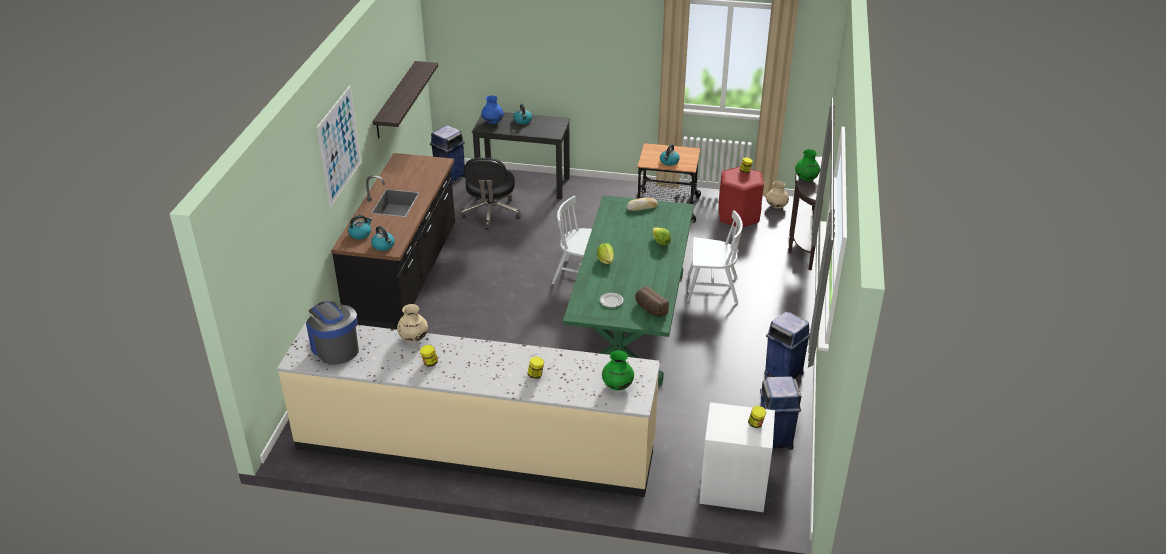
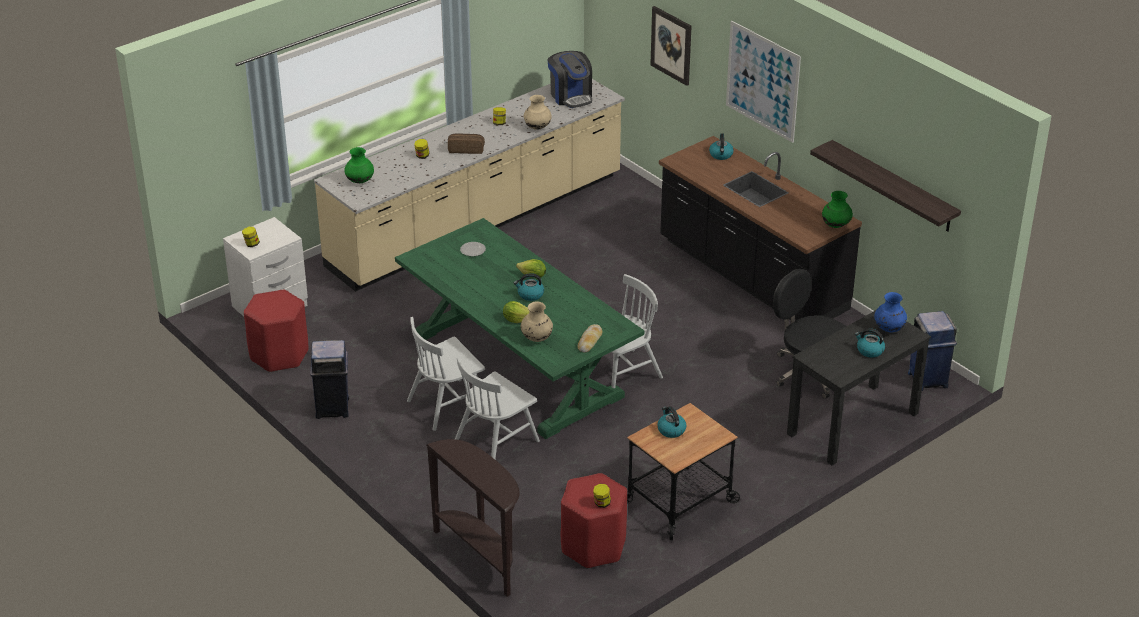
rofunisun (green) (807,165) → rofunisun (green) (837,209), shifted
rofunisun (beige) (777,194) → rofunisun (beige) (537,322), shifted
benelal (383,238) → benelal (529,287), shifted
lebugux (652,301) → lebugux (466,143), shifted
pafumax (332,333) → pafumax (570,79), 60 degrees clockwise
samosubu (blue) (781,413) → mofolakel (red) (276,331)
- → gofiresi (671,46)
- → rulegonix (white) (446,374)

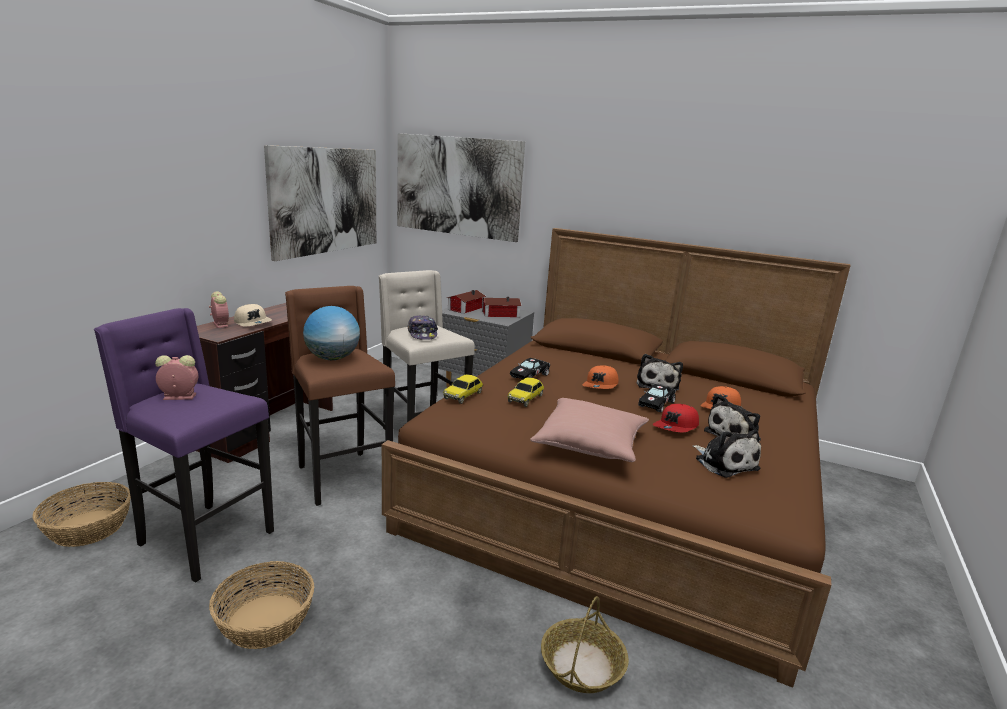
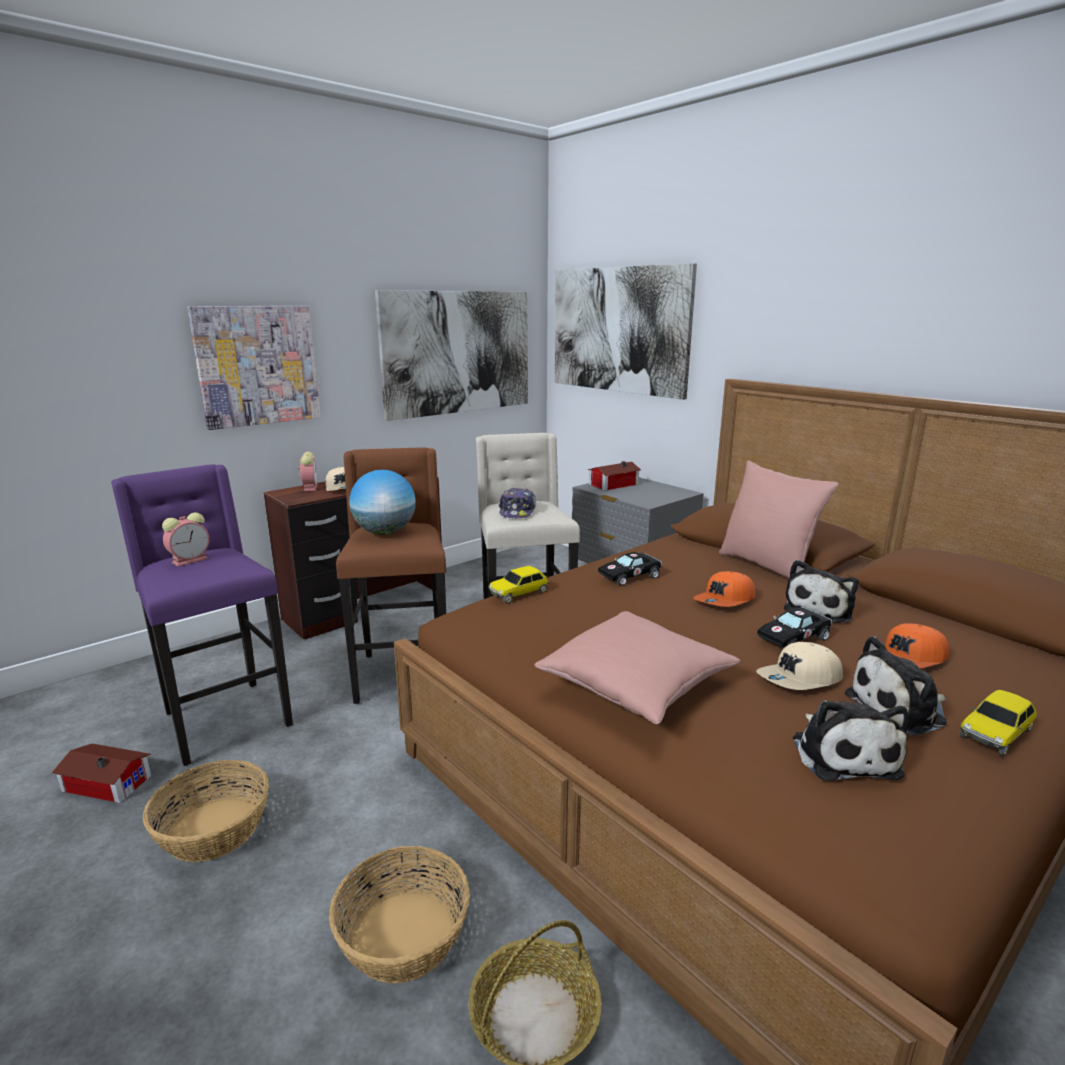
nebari (502,307) → nebari (101,773), shifted
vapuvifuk (176,377) → vapuvifuk (185,539), 120 degrees clockwise
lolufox (526,392) → lolufox (998,723), shifted
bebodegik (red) (676,418) → bebodegik (beige) (799,666)
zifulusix (82,514) → zifulusix (399,915), shifted
- → gofiresi (254,368)
- → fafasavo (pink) (779,519)

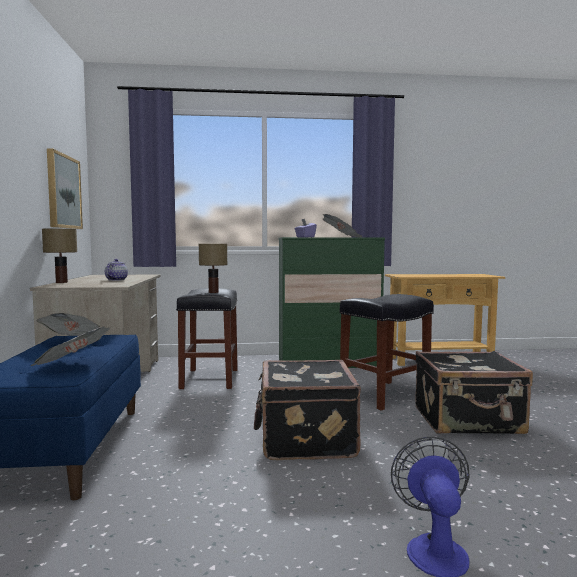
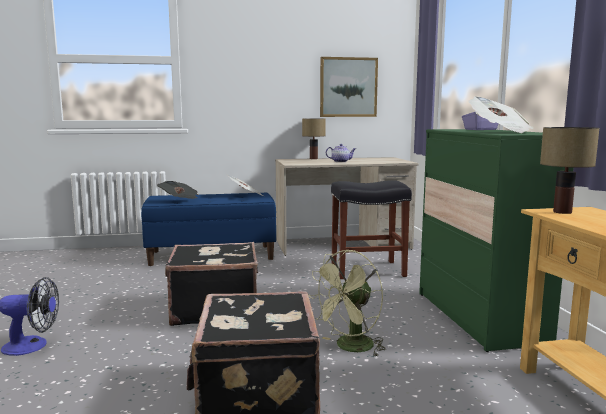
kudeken (213,268) → kudeken (569,170), shifted
mofolakel (black) (387,352) → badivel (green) (347,303)

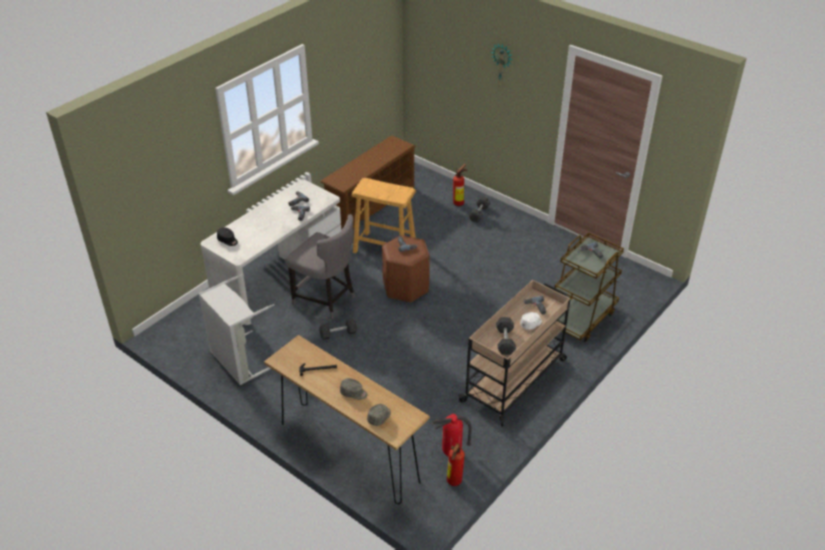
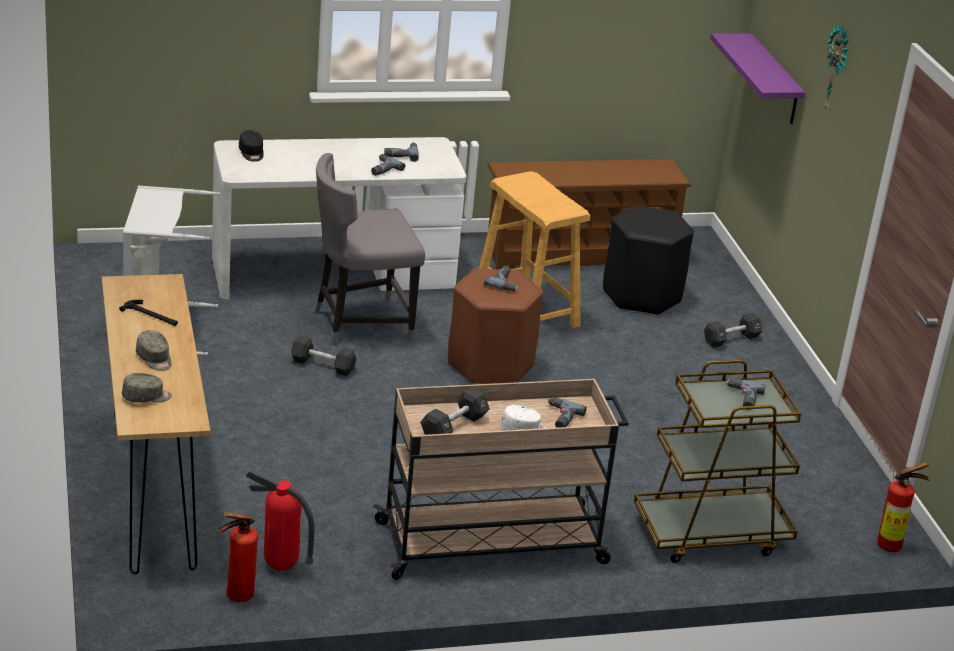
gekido (460,184) → gekido (903,507), shifted
rulegonix (grey) (320,266) → rulegonix (grey) (370,249), 90 degrees clockwise
- → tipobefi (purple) (757,78)
- → mofolakel (black) (648,260)

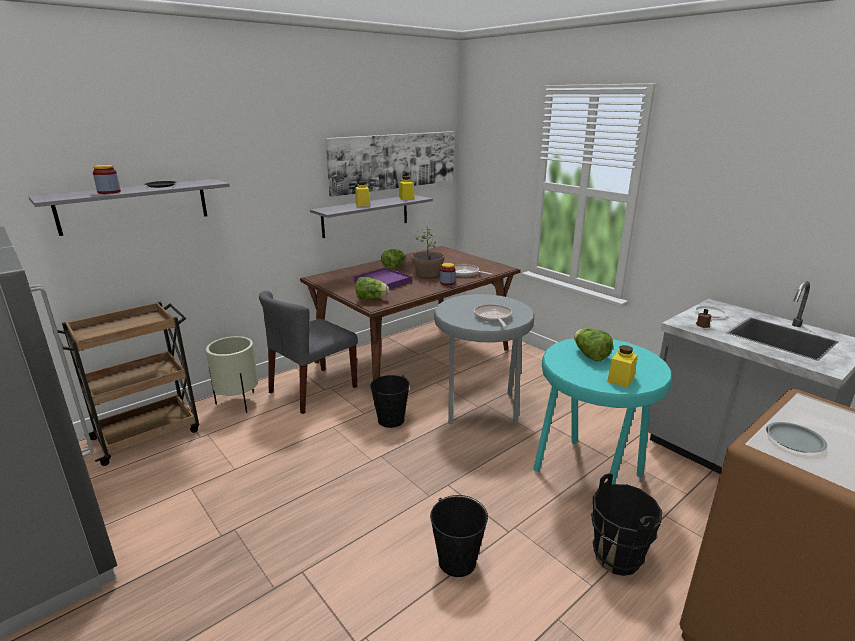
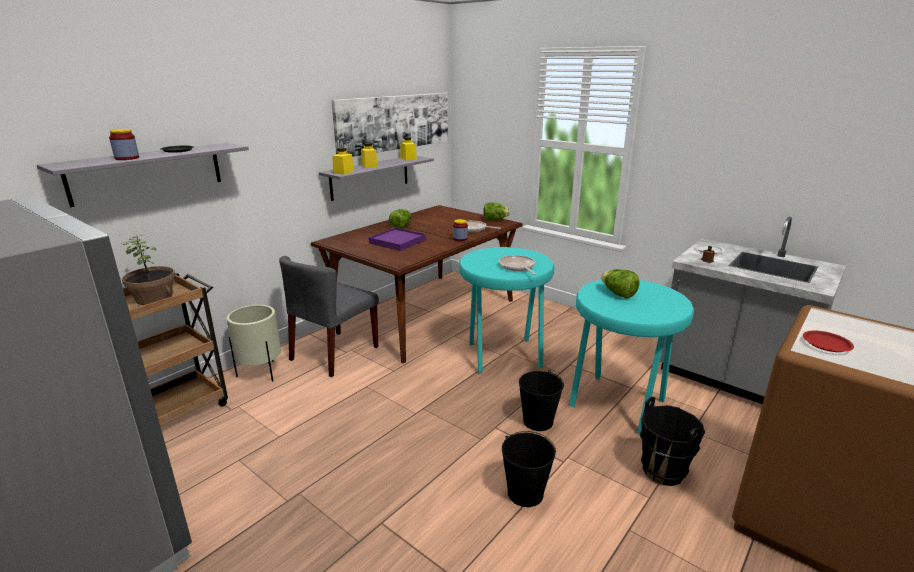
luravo (428,252) → luravo (148,270), shifted
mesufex (372,288) → mesufex (496,211), shifted
mofolakel (grey) (484,359) → mofolakel (turquoise) (506,309)
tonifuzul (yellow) (622,366) → tonifuzul (yellow) (343,161), shifted
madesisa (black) (390,401) → madesisa (black) (541,400), shifted
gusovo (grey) (796,437) → gusovo (red) (828,341)

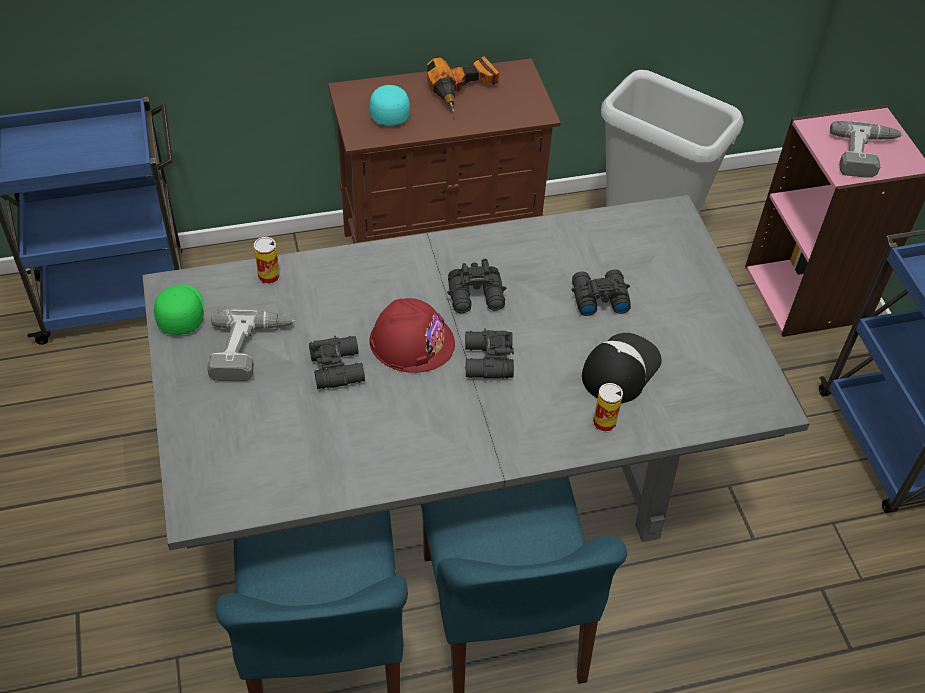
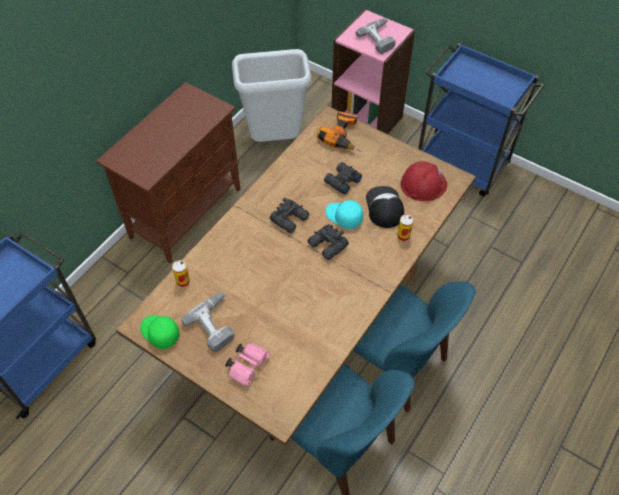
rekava (463,84) → rekava (339,131), shifted
bebodegik (turquoise) (390,105) → bebodegik (turquoise) (344,214), shifted
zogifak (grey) (476,372) → zogifak (brown) (296,276)
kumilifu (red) (412,335) → kumilifu (red) (424,181), shifted
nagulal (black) (337,362) → -
- → nagulal (pink) (247,364)

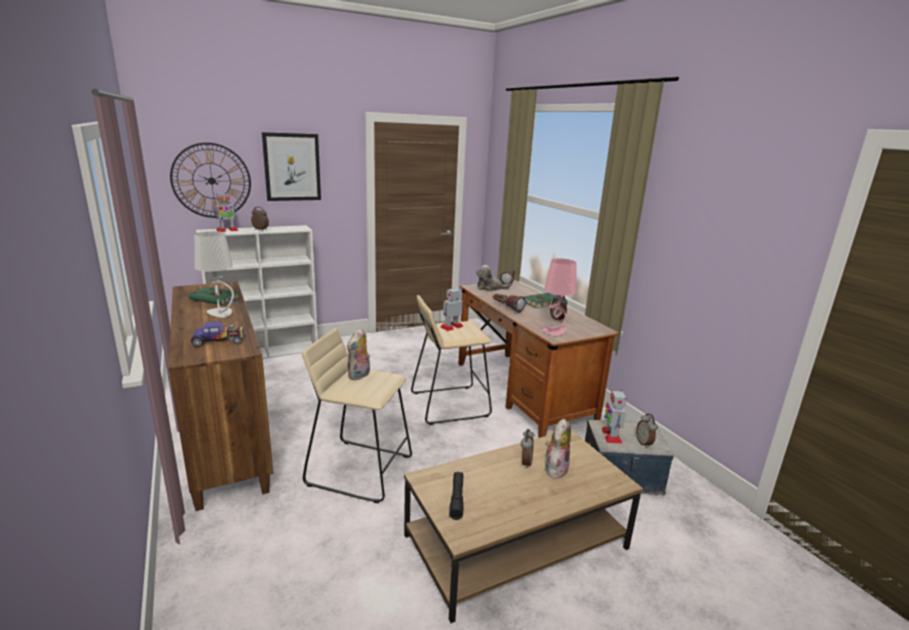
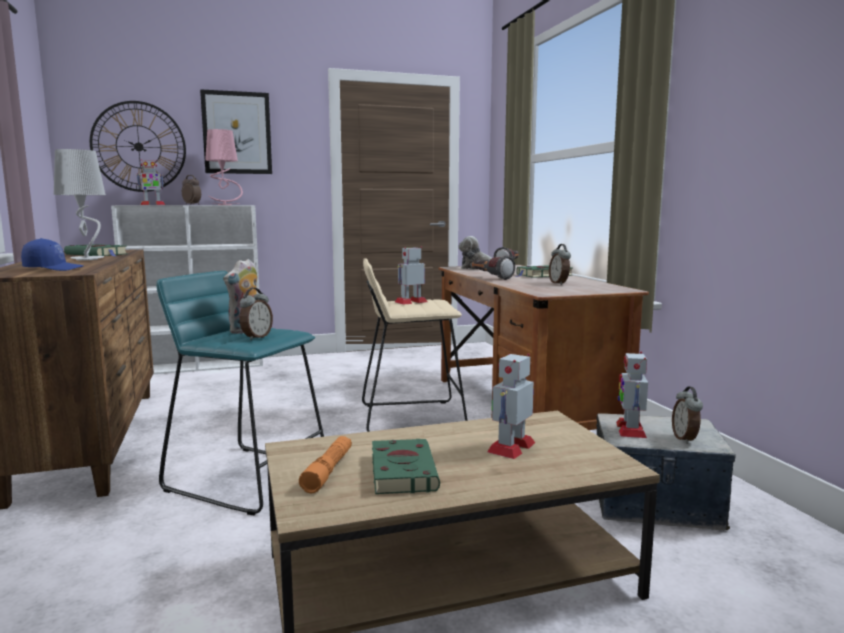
kudeken (pink) (560,297) → kudeken (pink) (224,167), shifted
lolufox (218,334) → bebodegik (blue) (52,254)
mofolakel (beige) (357,415) → mofolakel (turquoise) (240,393)
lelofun (558,448) → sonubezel (511,406)
vapuvifuk (528,449) → vapuvifuk (256,314), shifted
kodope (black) (456,496) → kodope (orange) (325,464)
- → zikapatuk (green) (406,466)

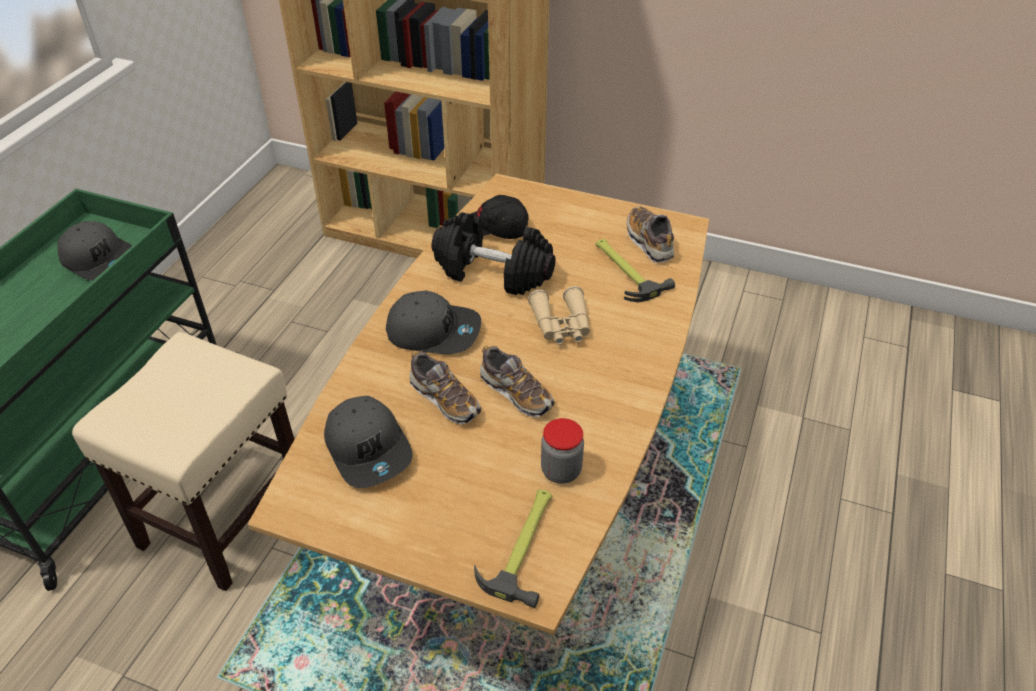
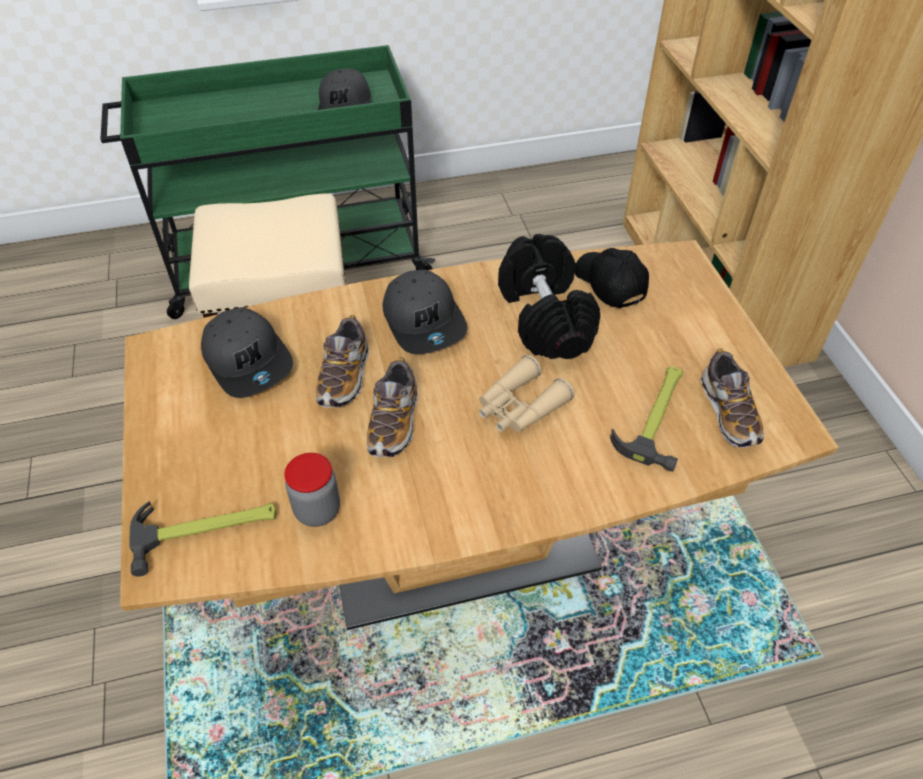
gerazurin (650,234) → gerazurin (732,398), 135 degrees clockwise
bebodegik (grey) (368,442) → bebodegik (grey) (247,352), 60 degrees counterclockwise

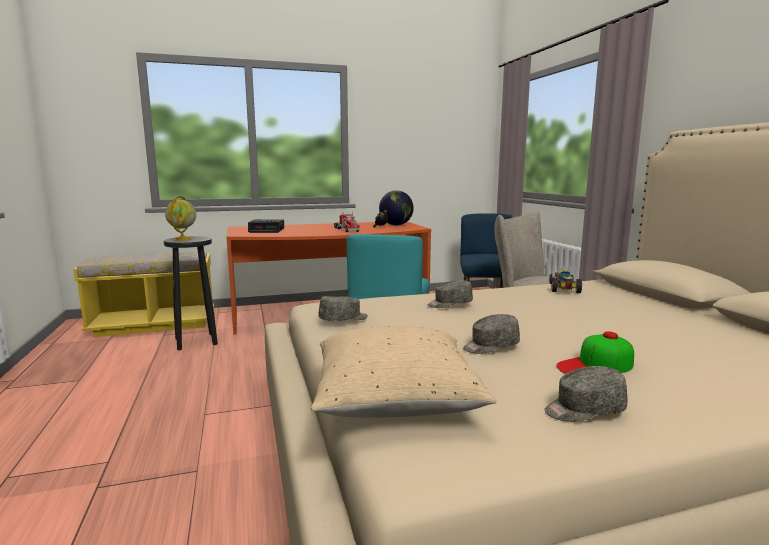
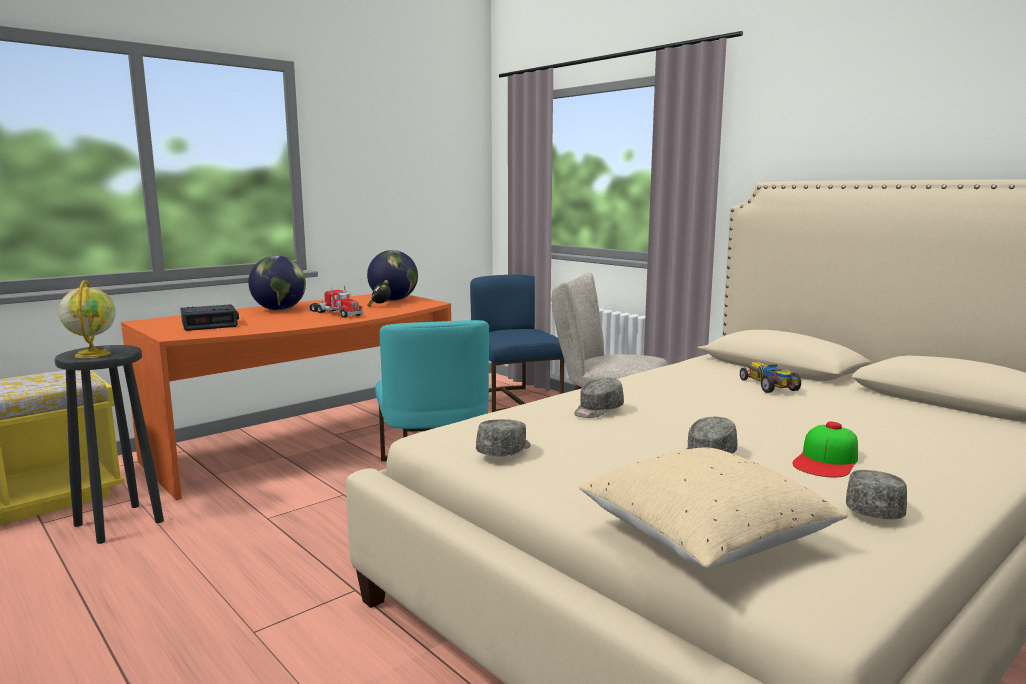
lolufox (565,281) → lolufox (770,377), shifted
bebodegik (grey) (586,394) → bebodegik (grey) (876,494), 150 degrees clockwise
- → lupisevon (277,283)

